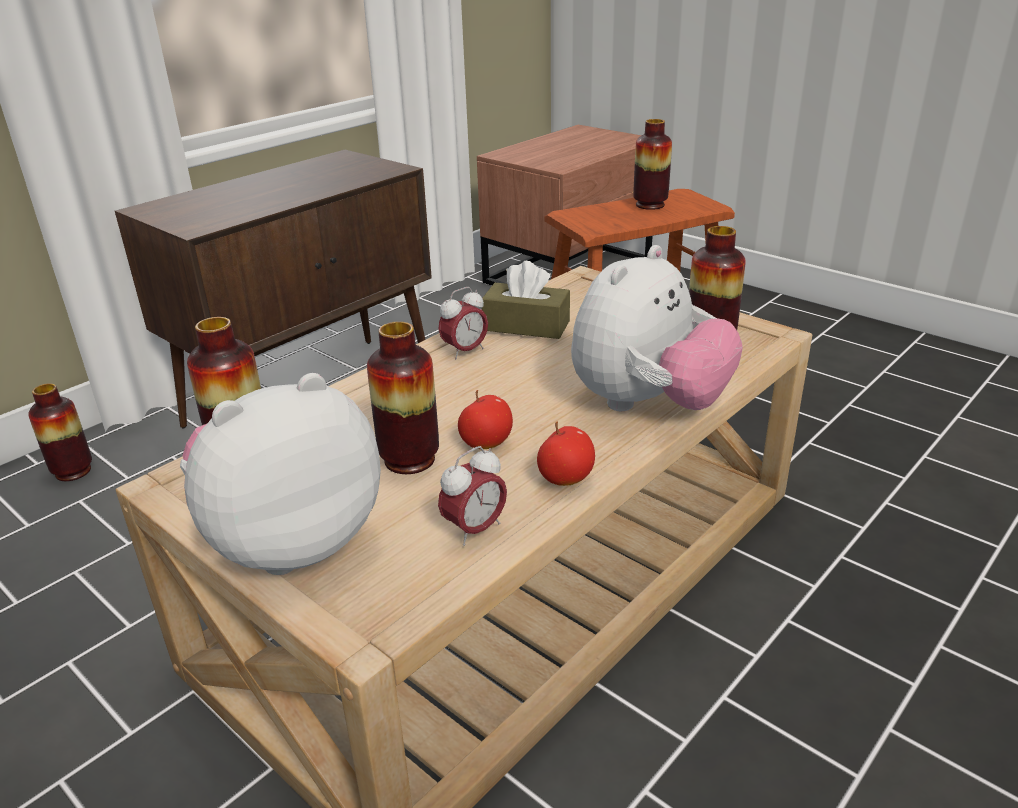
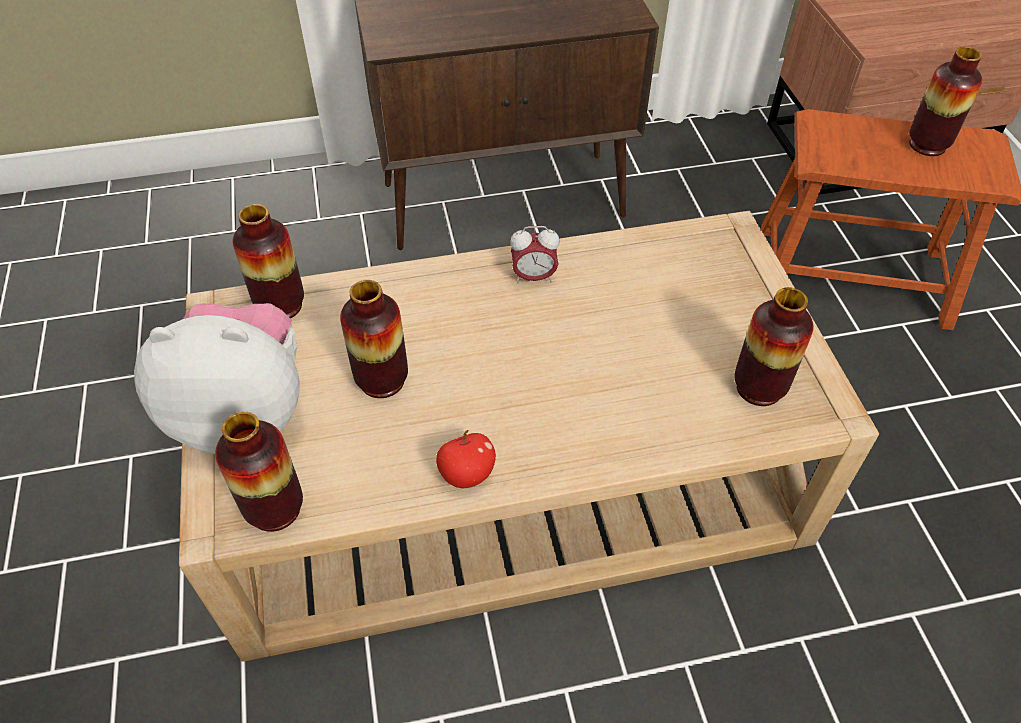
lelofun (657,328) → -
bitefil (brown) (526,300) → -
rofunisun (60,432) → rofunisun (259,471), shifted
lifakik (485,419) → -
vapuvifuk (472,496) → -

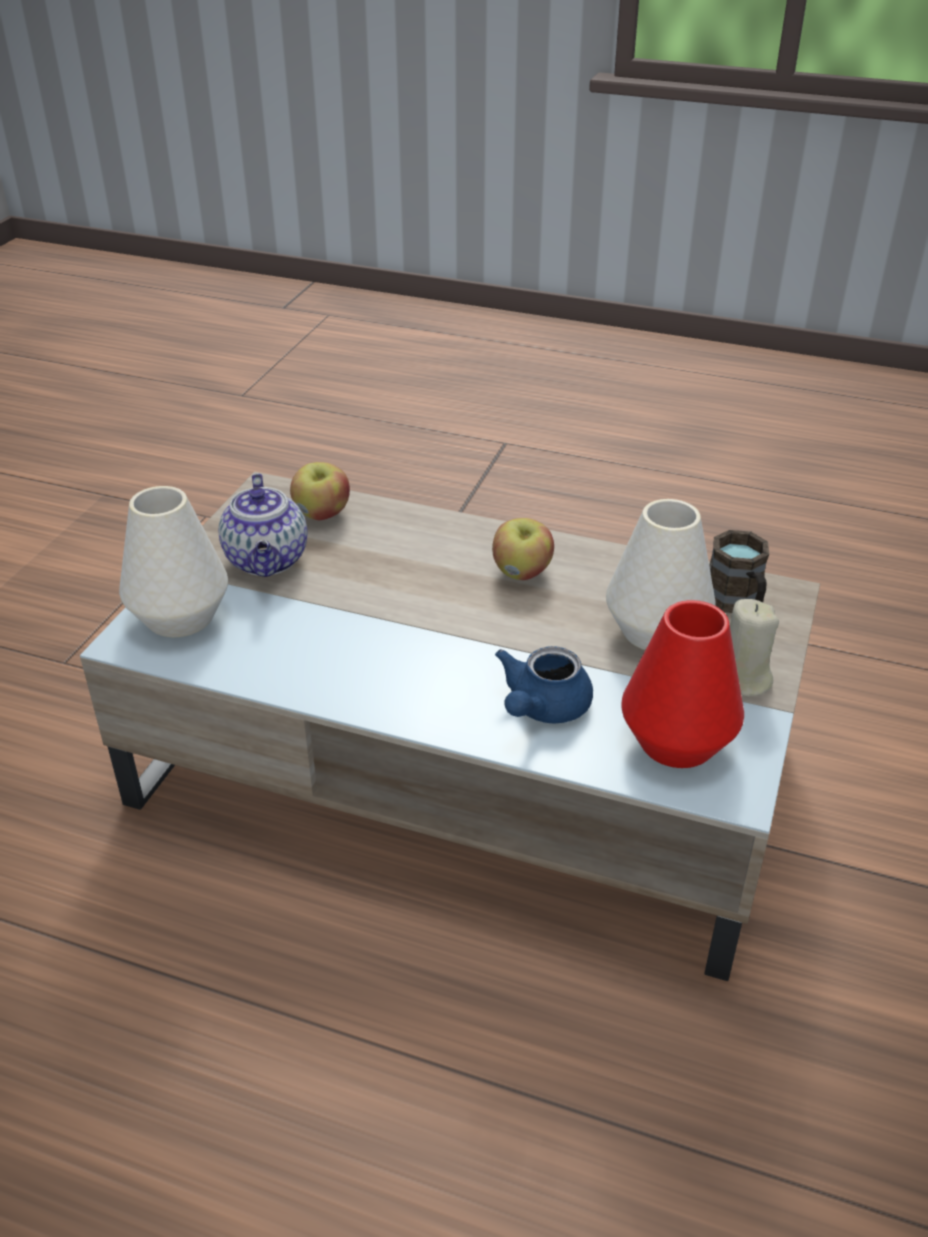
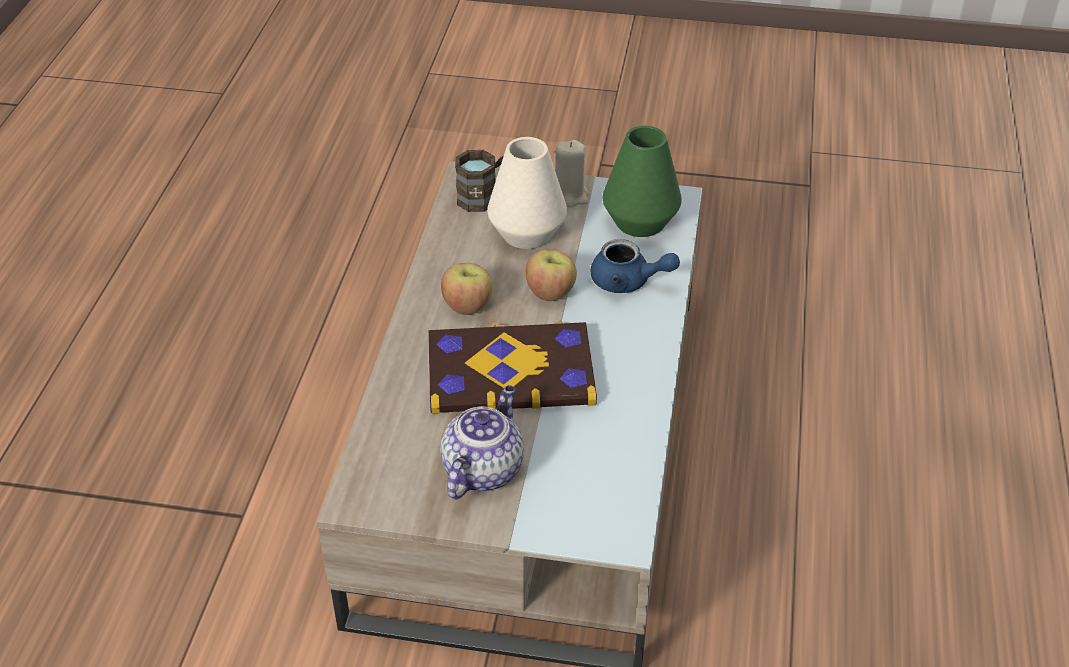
lifakik (320,491) → lifakik (551,275), shifted
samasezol (262,525) → samasezol (482,442), 45 degrees counterclockwise
rofunisun (white) (173,561) → -
rofunisun (red) (682,684) → rofunisun (green) (642,181)
- → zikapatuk (512,367)

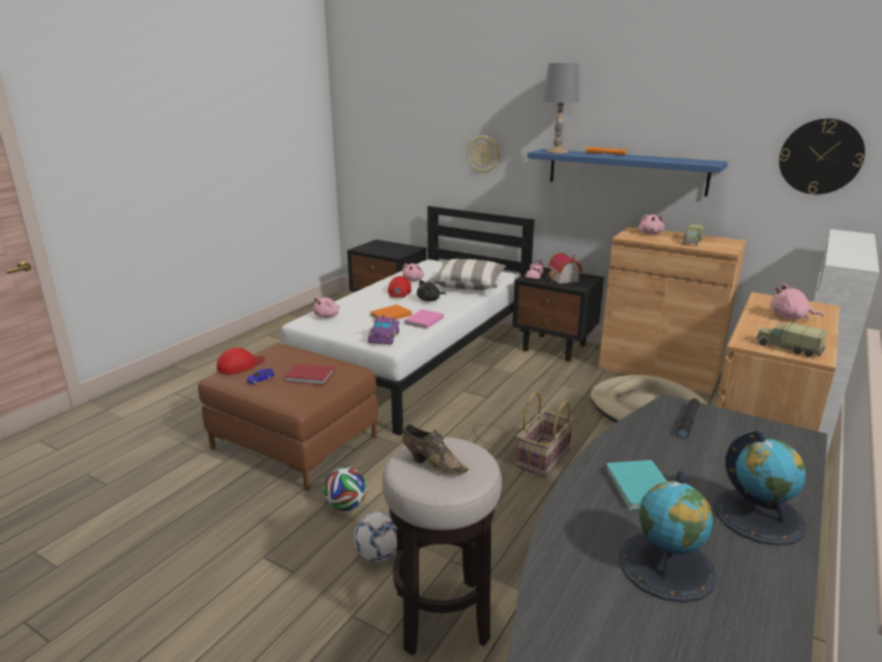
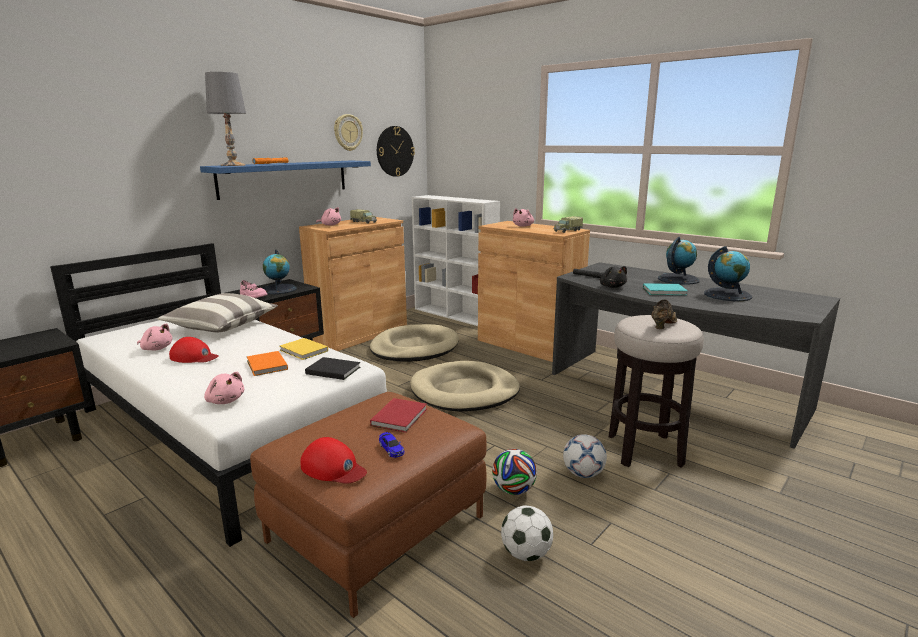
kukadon (483,154) → kukadon (348,132), shifted
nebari (564,268) → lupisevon (280,272)
lelofun (black) (431,290) → lelofun (black) (613,277), shifted
zikapatuk (pink) (424,319) → zikapatuk (yellow) (304,349)
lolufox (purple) (383,329) → zikapatuk (black) (332,368)
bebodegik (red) (241,361) → bebodegik (red) (333,460), 150 degrees clockwise
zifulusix (545,434) → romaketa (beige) (465,386)
- → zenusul (527,533)

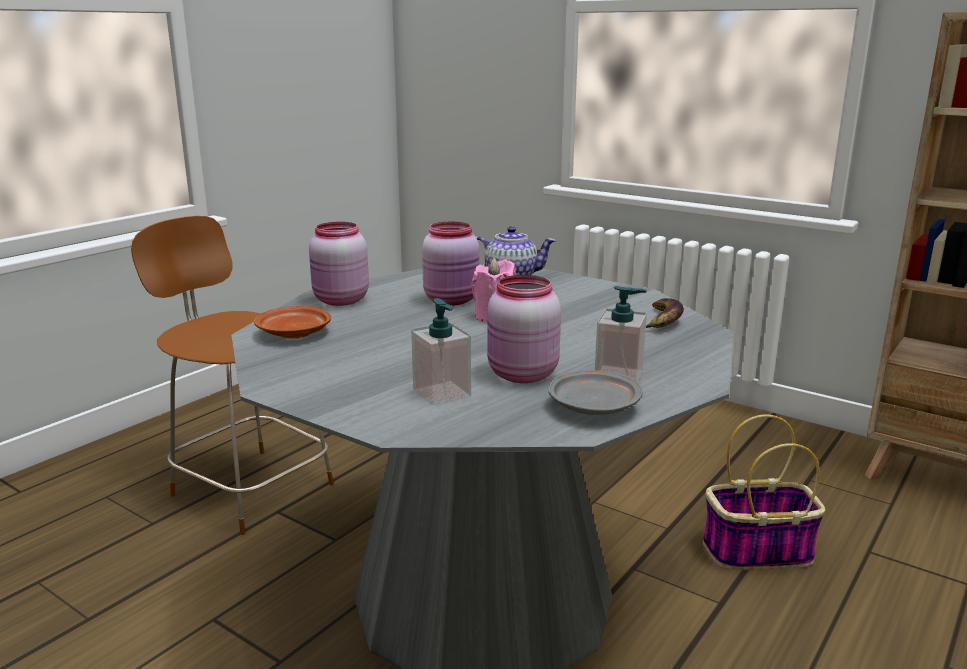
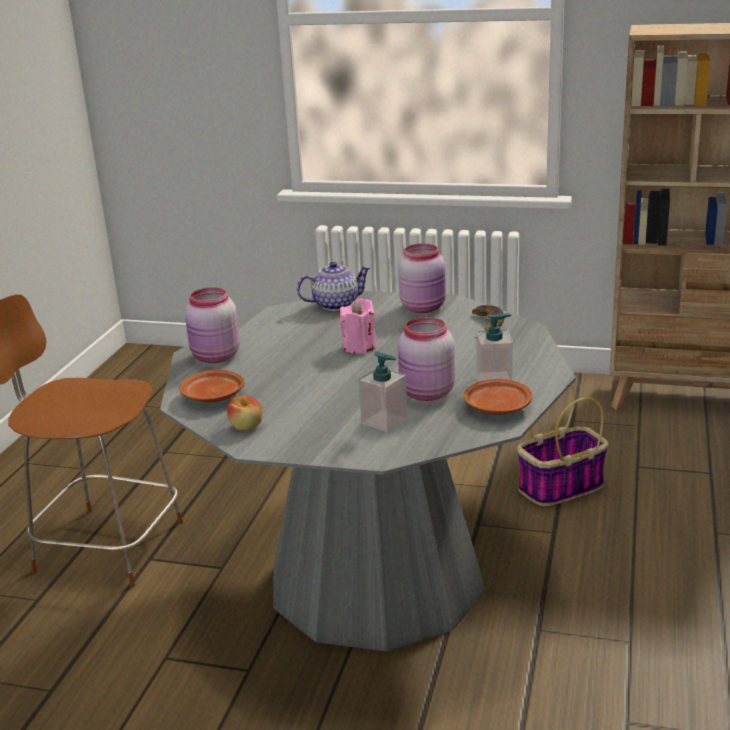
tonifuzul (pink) (450,263) → tonifuzul (pink) (422,278), shifted
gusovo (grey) (595,392) → gusovo (brown) (498,397)
- → lifakik (245,413)

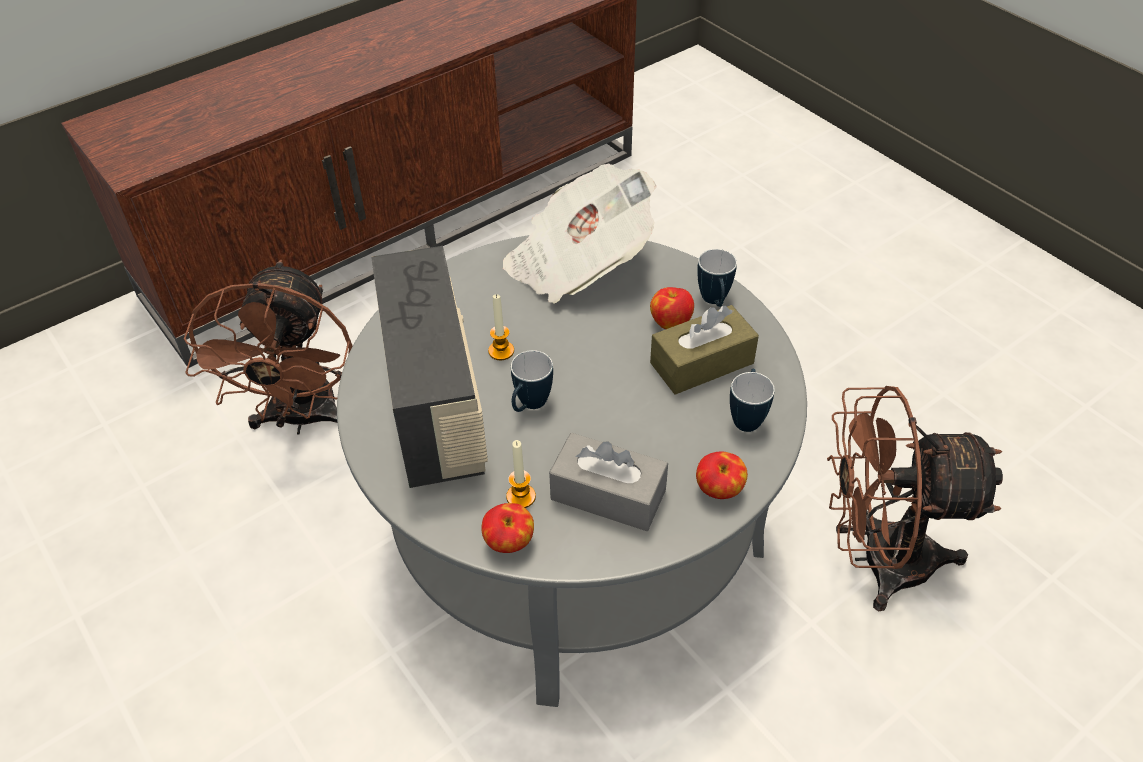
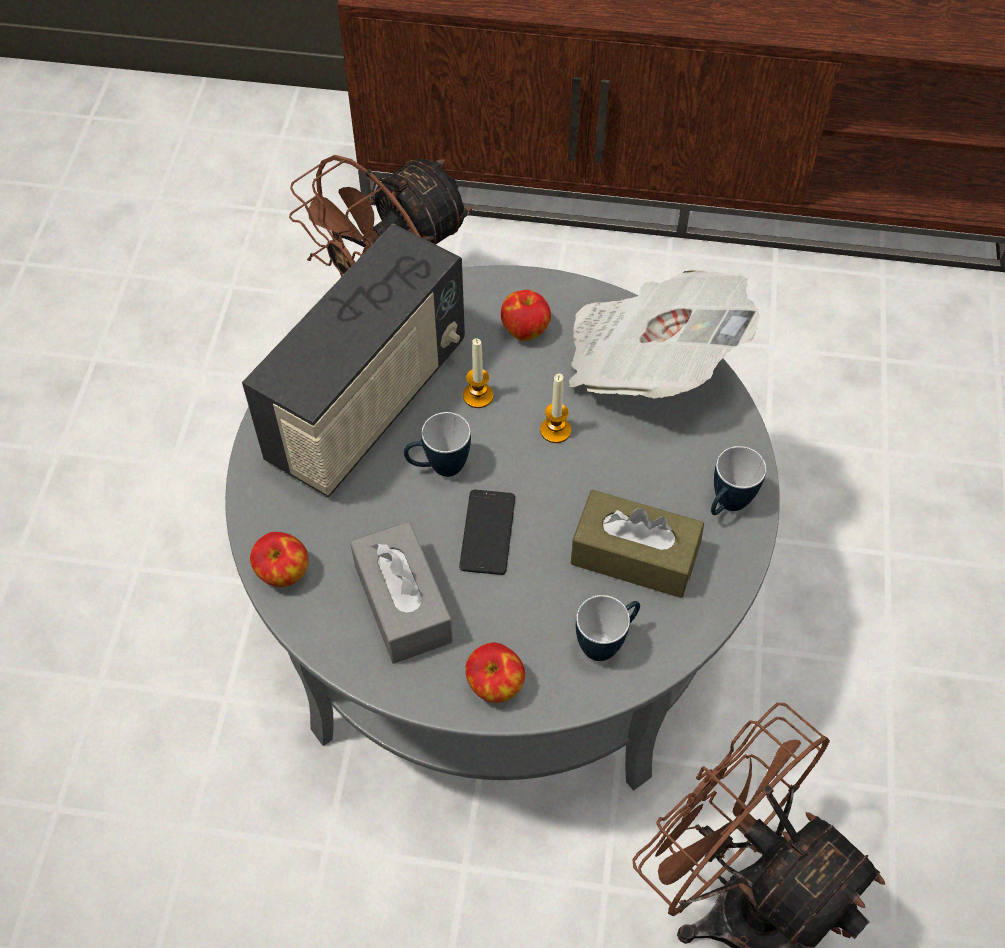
lifakik (672,308) → lifakik (526,315), shifted
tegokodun (521,474) → tegokodun (555,408), shifted
- → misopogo (487,532)

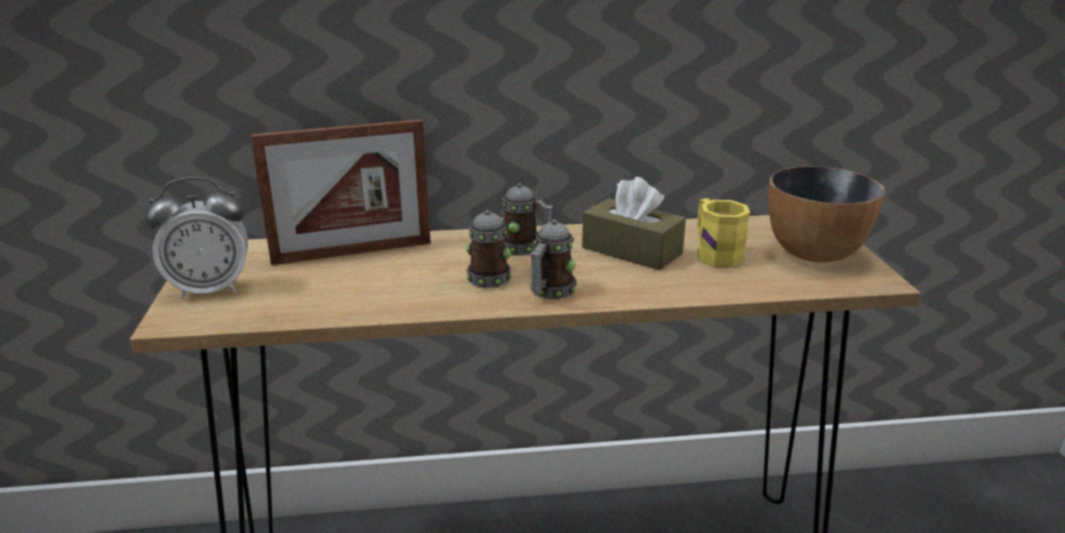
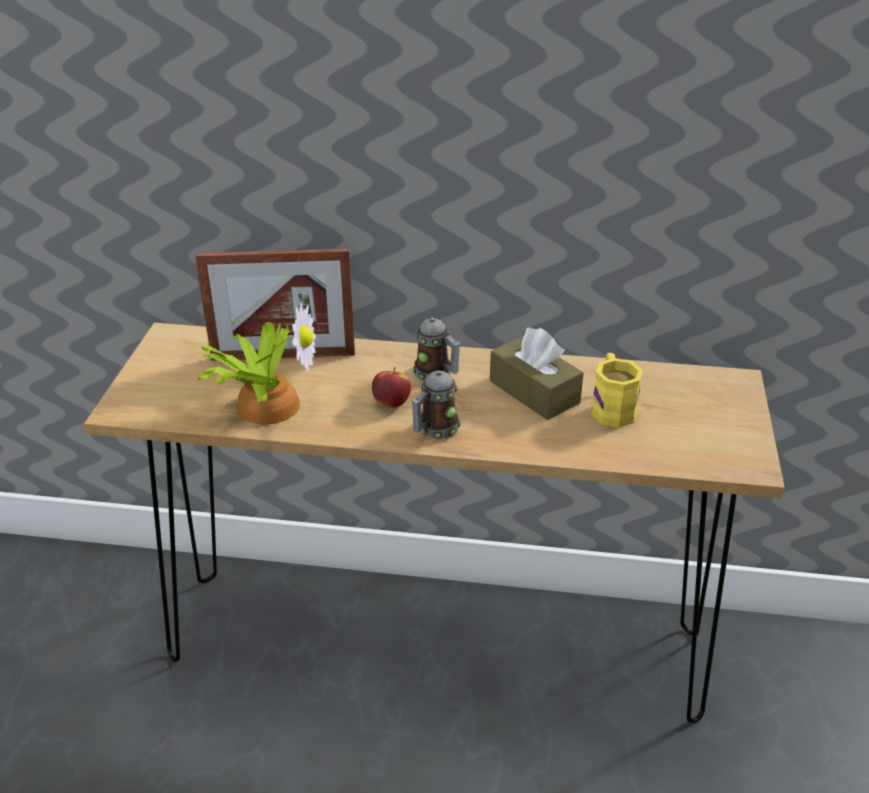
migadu (826,214) → -
vapuvifuk (196,238) → -
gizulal (489,249) → lifakik (391,387)
- → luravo (257,364)

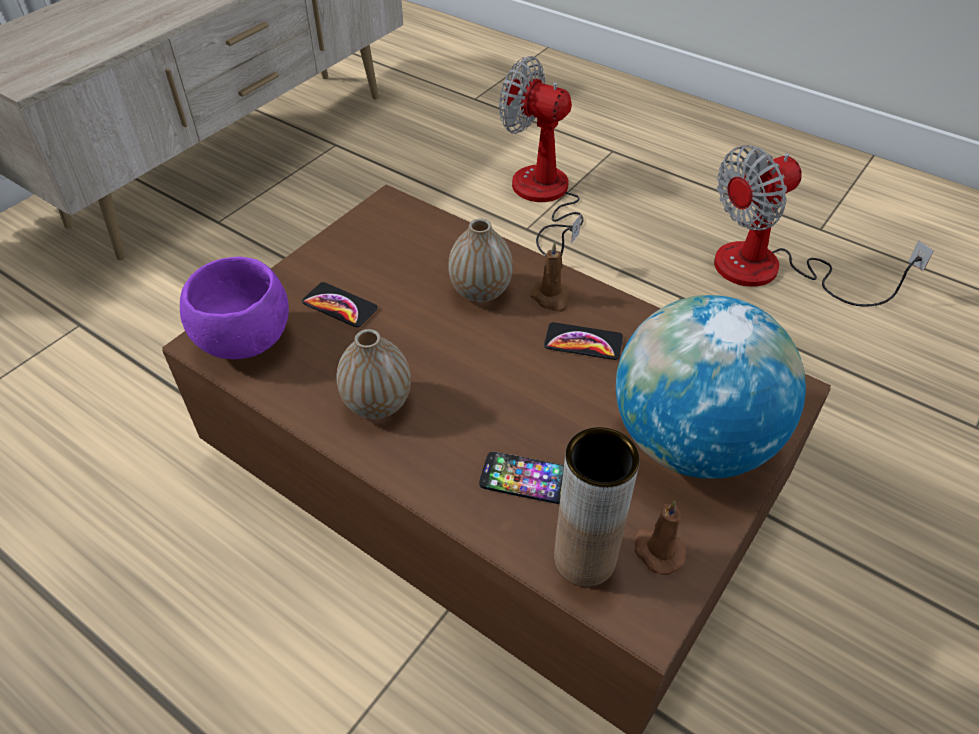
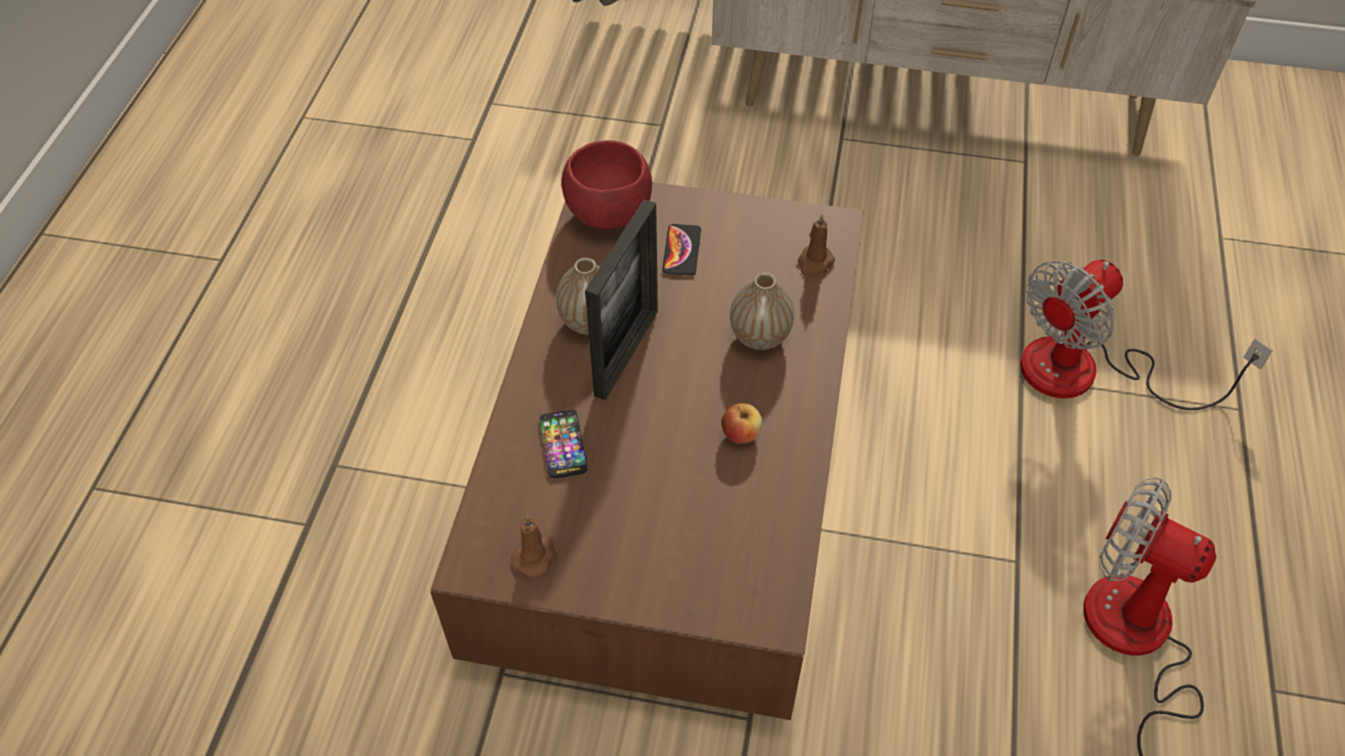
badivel (541,156) → badivel (1146,335), 135 degrees counterclockwise
tegokodun (brown) (550,276) → tegokodun (brown) (816,245), shifted
migadu (purple) (234,307) → migadu (red) (606,184)
lupisevon (711,387) → -
misopogo (583,341) → lifakik (741,423)
rofunisun (brown) (597,507) → -
- → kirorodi (621,299)

